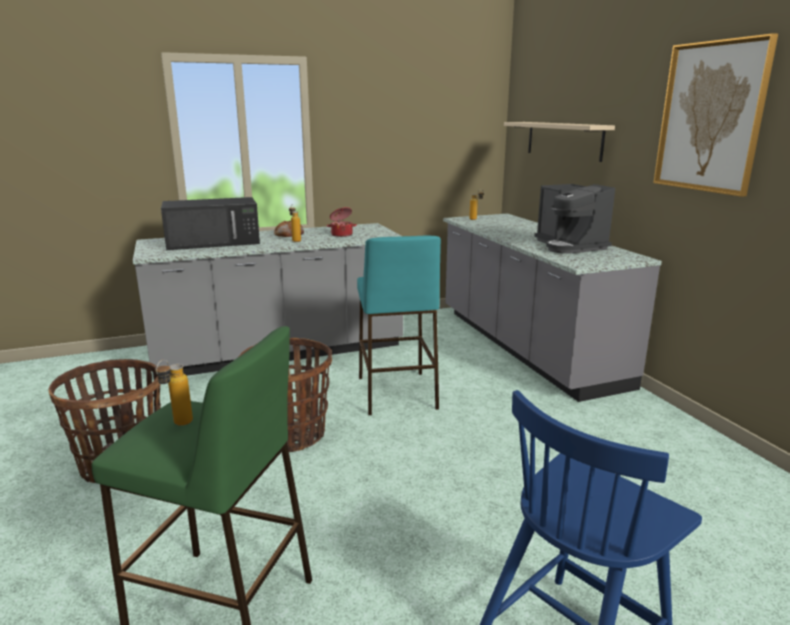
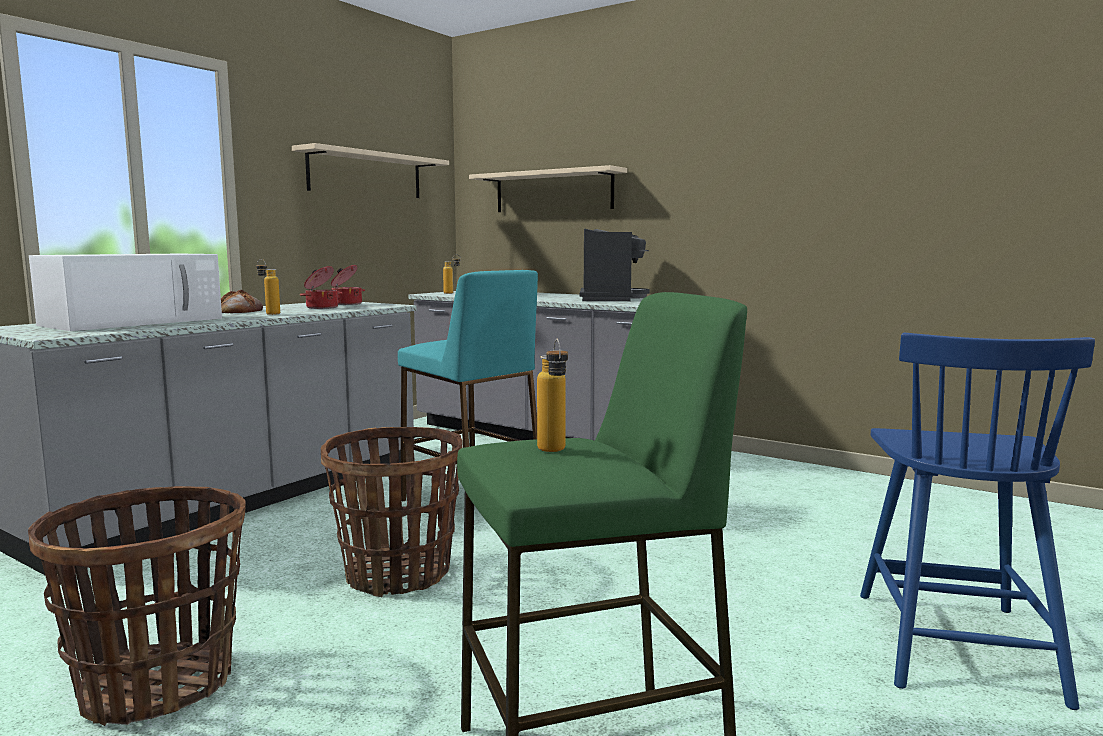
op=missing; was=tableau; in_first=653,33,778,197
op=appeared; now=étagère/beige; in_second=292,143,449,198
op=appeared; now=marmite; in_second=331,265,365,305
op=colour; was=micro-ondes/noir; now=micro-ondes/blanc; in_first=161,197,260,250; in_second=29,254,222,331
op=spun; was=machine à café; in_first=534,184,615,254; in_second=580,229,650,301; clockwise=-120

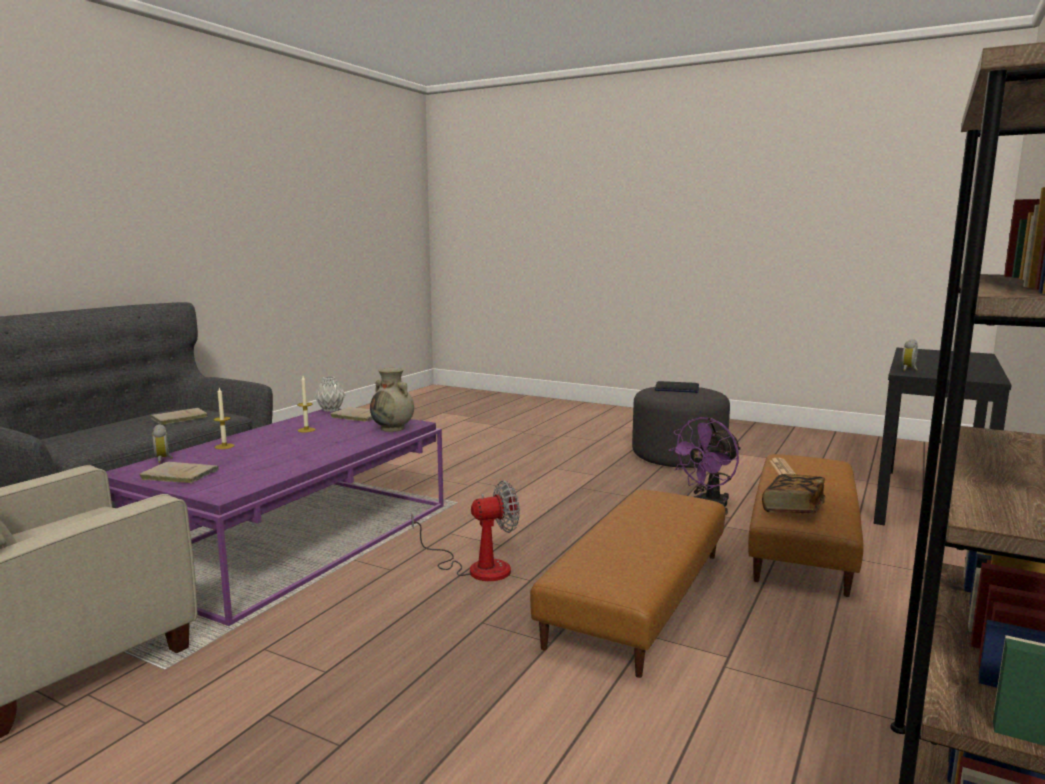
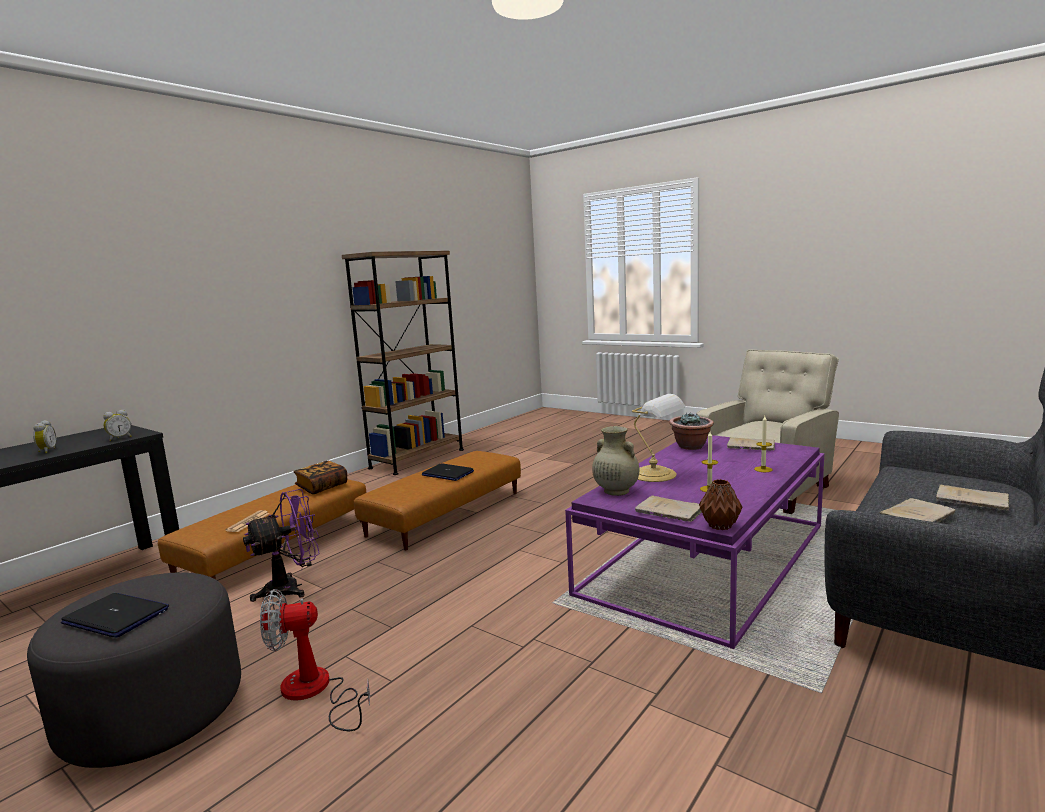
op=appeared; now=ordinateur portable; in_second=422,464,474,481
op=appeared; now=lampe de table; in_second=632,394,686,482
op=appeared; now=plante en pot; in_second=669,412,714,450
op=appeared; now=livre/beige; in_second=936,485,1009,511
op=relocated; was=réveil; in_first=153,424,173,463; in_second=33,420,56,453
op=relocated; was=ventilateur; in_first=411,481,520,581; in_second=260,589,370,731
op=colour; was=vase/gris; now=vase/marron; in_first=315,376,345,412; in_second=699,479,743,530

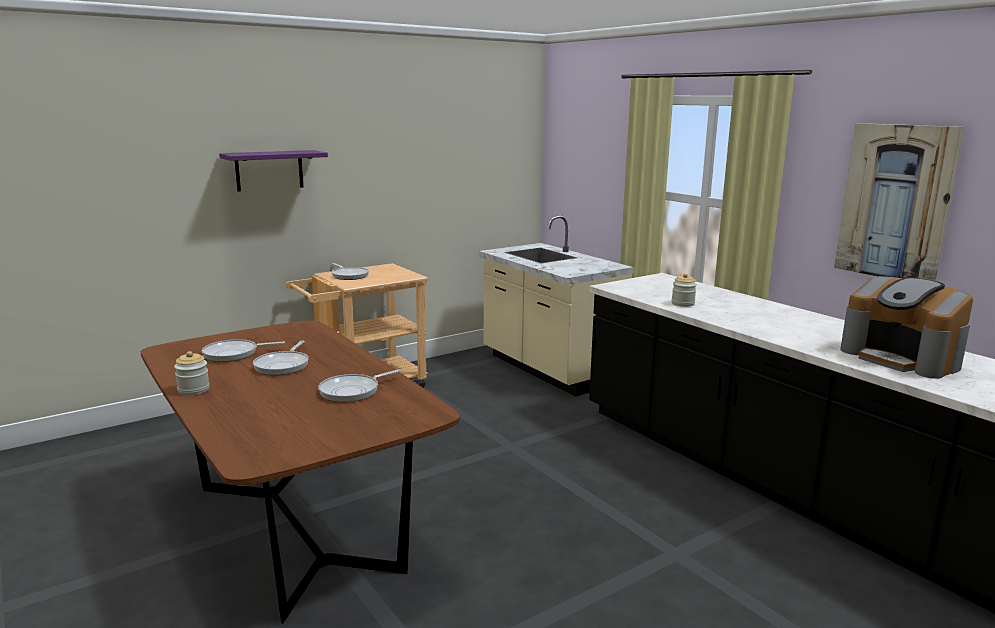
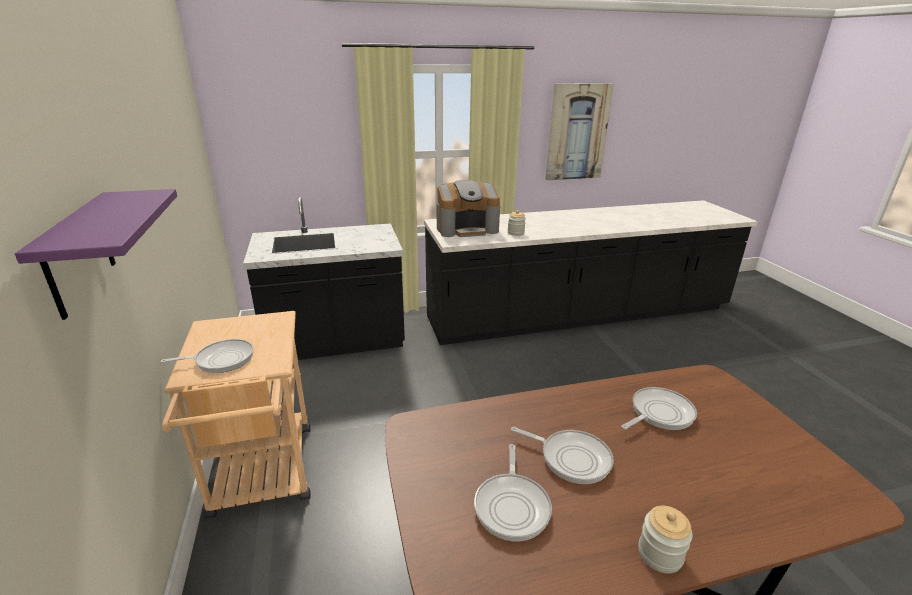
op=relocated; was=machine à café; in_first=840,276,973,379; in_second=437,180,500,237
op=colour; was=comptoir de cuisine/beige; now=comptoir de cuisine/noir; in_first=479,215,634,396; in_second=243,197,405,360
op=spun; was=poêle; in_first=318,369,401,402; in_second=621,387,697,430; clockwise=-105

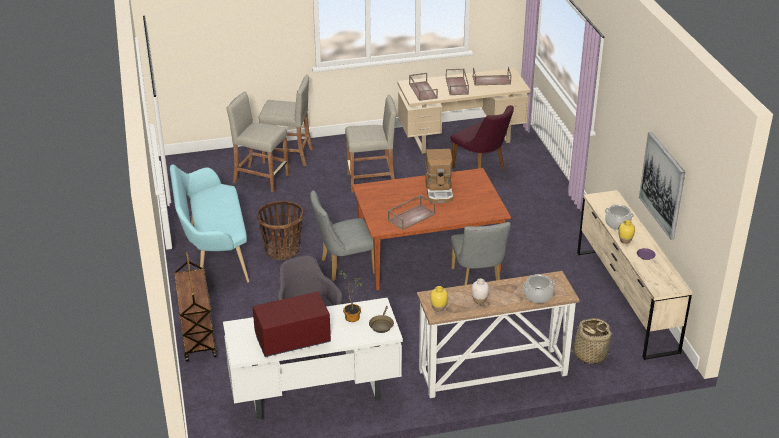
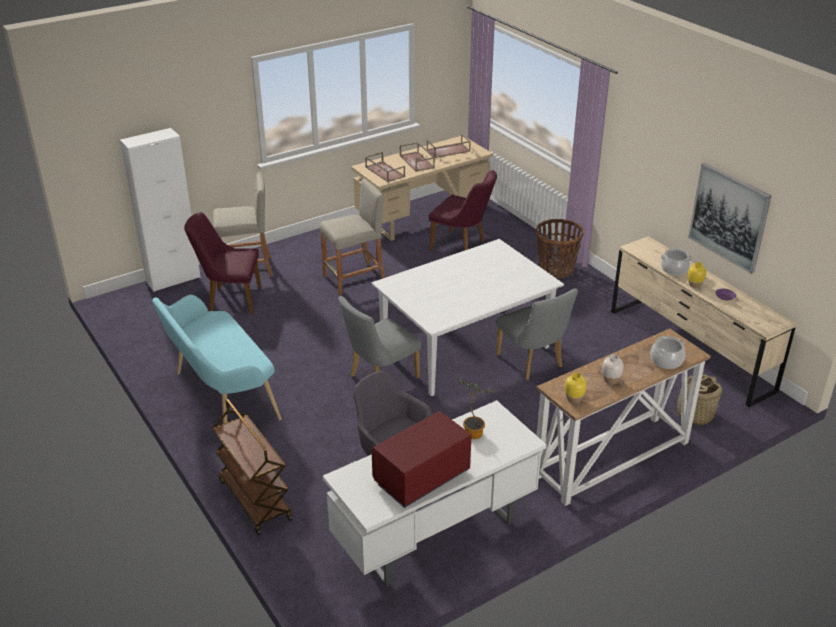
op=missing; was=poêle/marron; in_first=369,306,394,333
op=missing; was=plateau/marron; in_first=388,195,436,230
op=missing; was=machine à café; in_first=425,149,453,203
op=appeared; now=meuble de rangement/blanc; in_second=120,128,201,292
op=relocated; was=panier; in_first=257,201,303,260; in_second=536,219,584,279
op=exchanged; was=tabouret/beige; now=chaise/violet; in_first=226,91,289,192; in_second=184,212,261,314
op=colour; was=table à manger/marron; now=table à manger/blanc; in_first=352,168,511,290; in_second=372,239,564,396

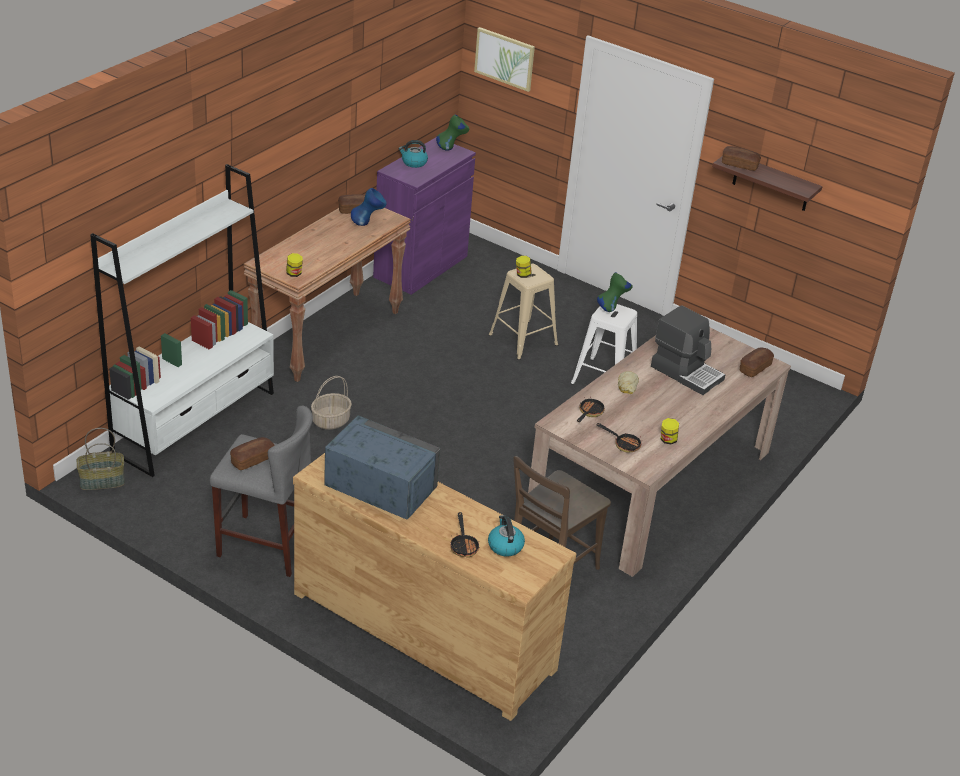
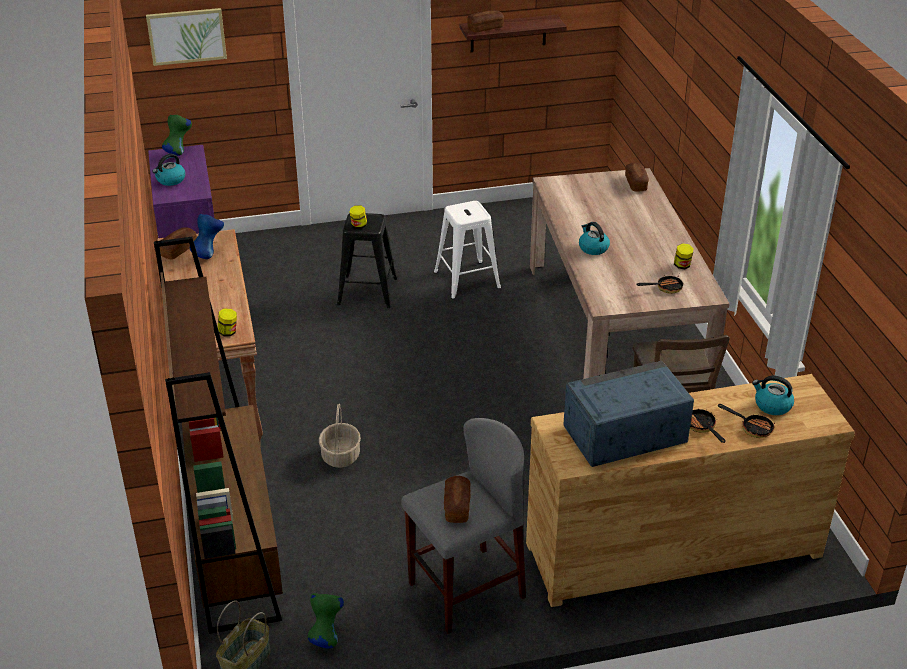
op=missing; was=machine à café; in_first=651,305,726,395
op=relocated; was=poêle; in_first=577,397,605,422; in_second=690,409,726,443
op=relocated; was=vase/vert; in_first=597,272,633,312; in_second=308,593,344,648
op=exchanged; was=pain; now=bouilloire; in_first=618,371,639,394; in_second=579,222,610,255
op=colour; was=bibliothèque/blanc; now=bibliothèque/marron; in_first=90,164,274,477; in_second=154,237,283,634
op=colour; was=tabouret/beige; now=tabouret/noir; in_first=489,264,558,360; in_second=337,213,397,308

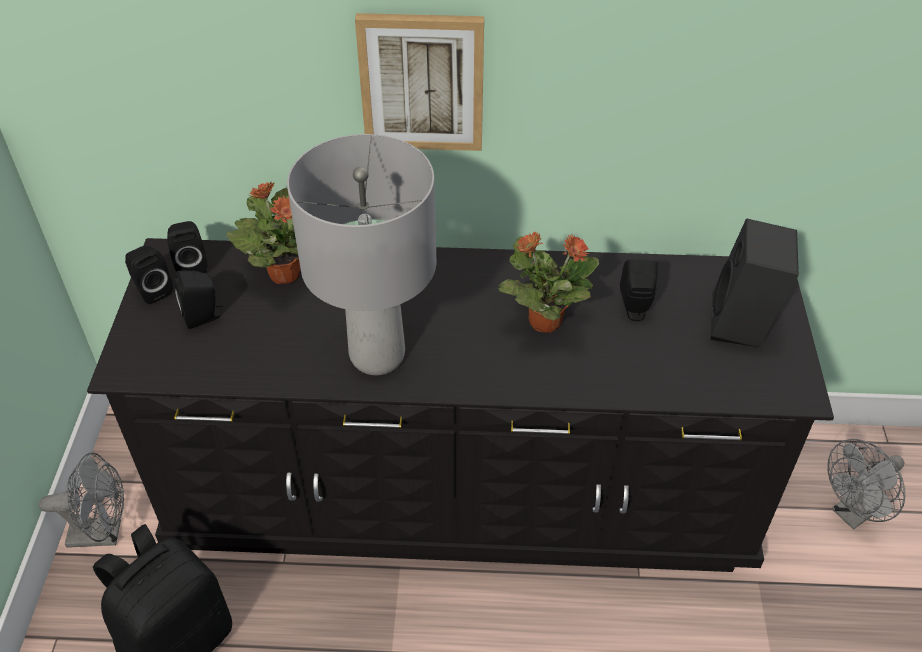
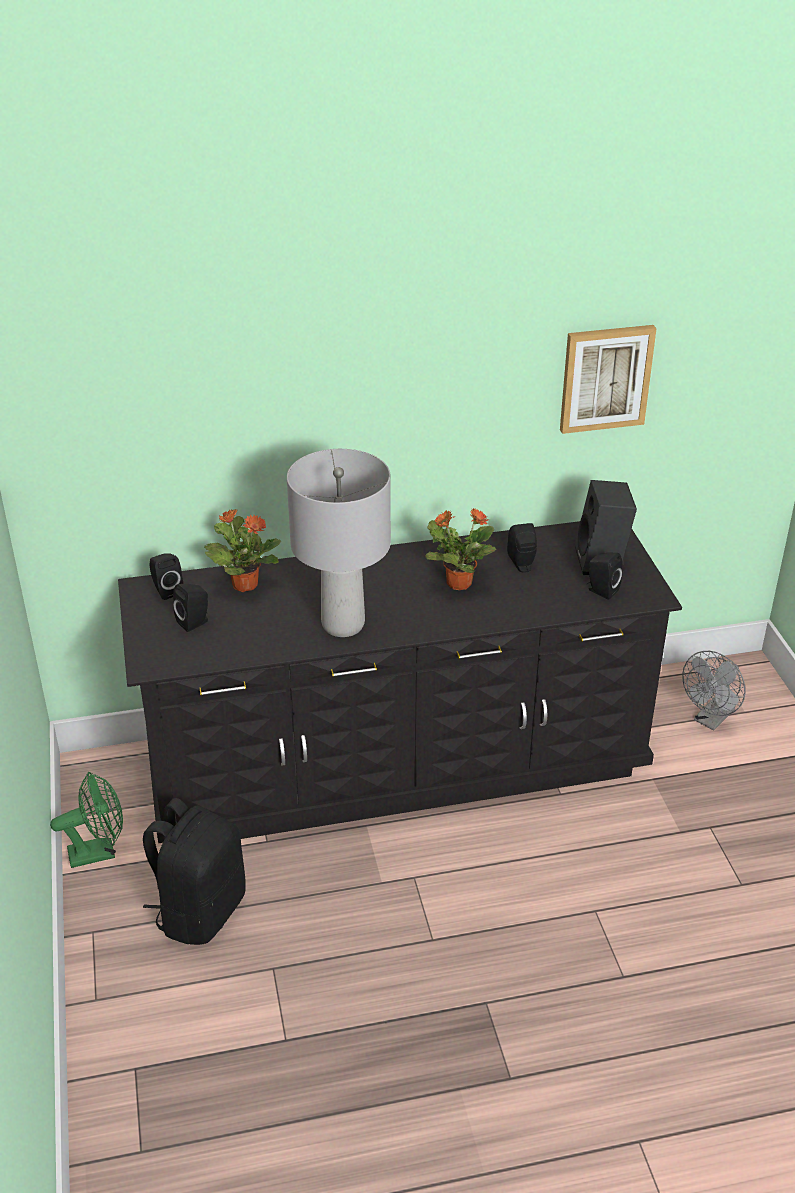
op=relocated; was=enceinte/noir; in_first=125,246,173,304; in_second=586,553,622,600
op=relocated; was=tableau; in_first=355,13,484,151; in_second=560,325,657,434
op=colour; was=ventilateur/gris; now=ventilateur/vert; in_first=39,452,124,548; in_second=50,772,123,868

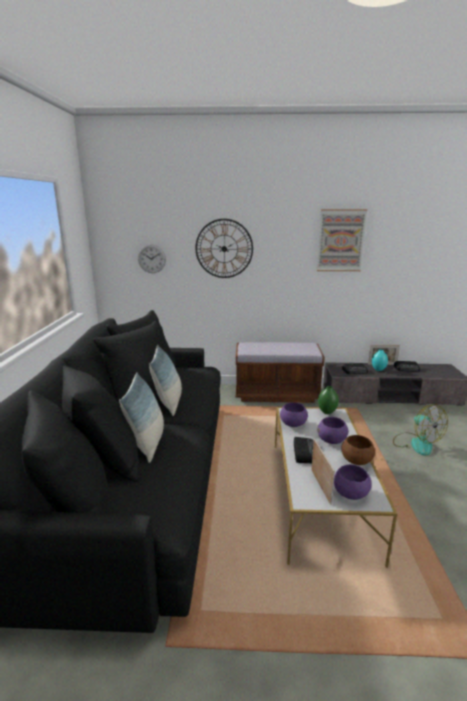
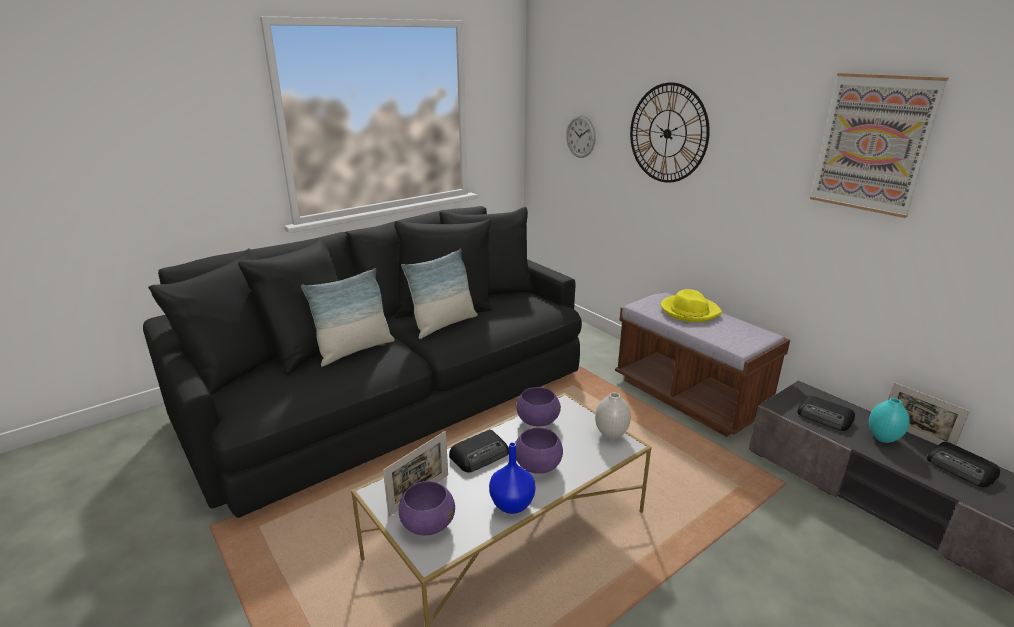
op=missing; was=ventilateur; in_first=393,404,448,456
op=appeared; now=chapeau/jaune; in_second=661,289,722,322
op=exchanged; was=bol/marron; now=vase/bleu; in_first=342,435,375,465; in_second=489,442,536,514
op=colour; was=vase/vert; now=vase/blanc; in_first=318,386,339,414; in_second=595,392,631,439

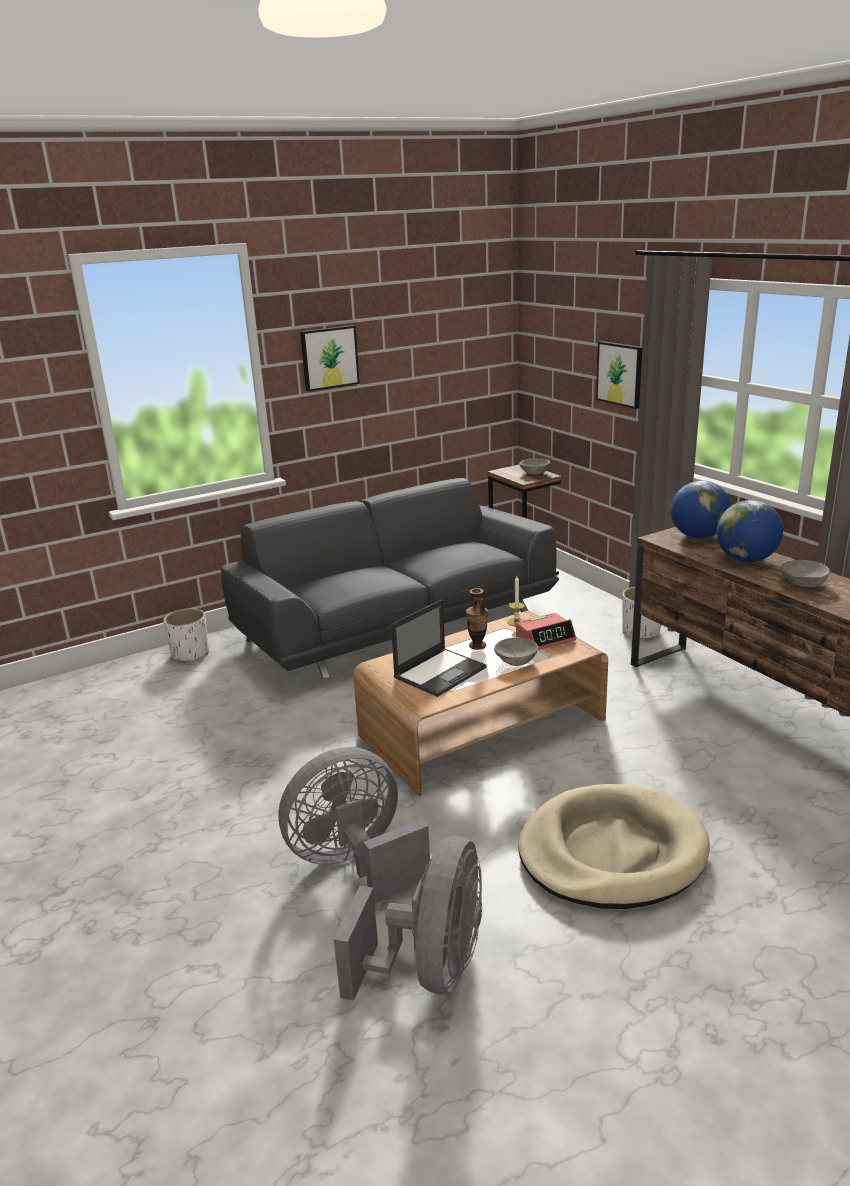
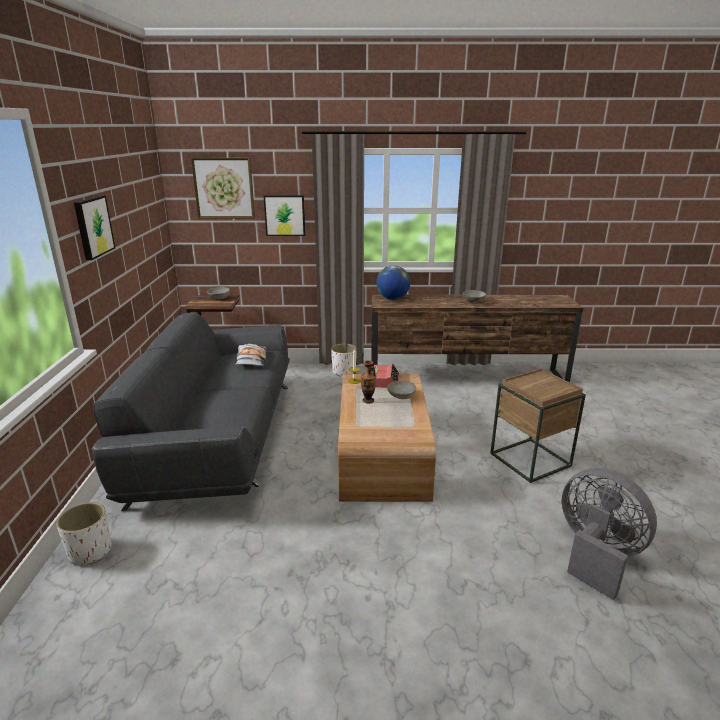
op=missing; was=ventilateur/gris; in_first=278,747,430,904
op=missing; was=ordinateur portable; in_first=391,599,486,697
op=missing; was=globe; in_first=717,500,783,562
op=appeared; now=tableau; in_second=191,158,255,218
op=appeared; now=coussin; in_second=235,344,267,366
op=exchanged; was=panier pour chien/beige; now=table d'appoint/marron; in_first=519,784,710,909; in_second=490,369,586,483

